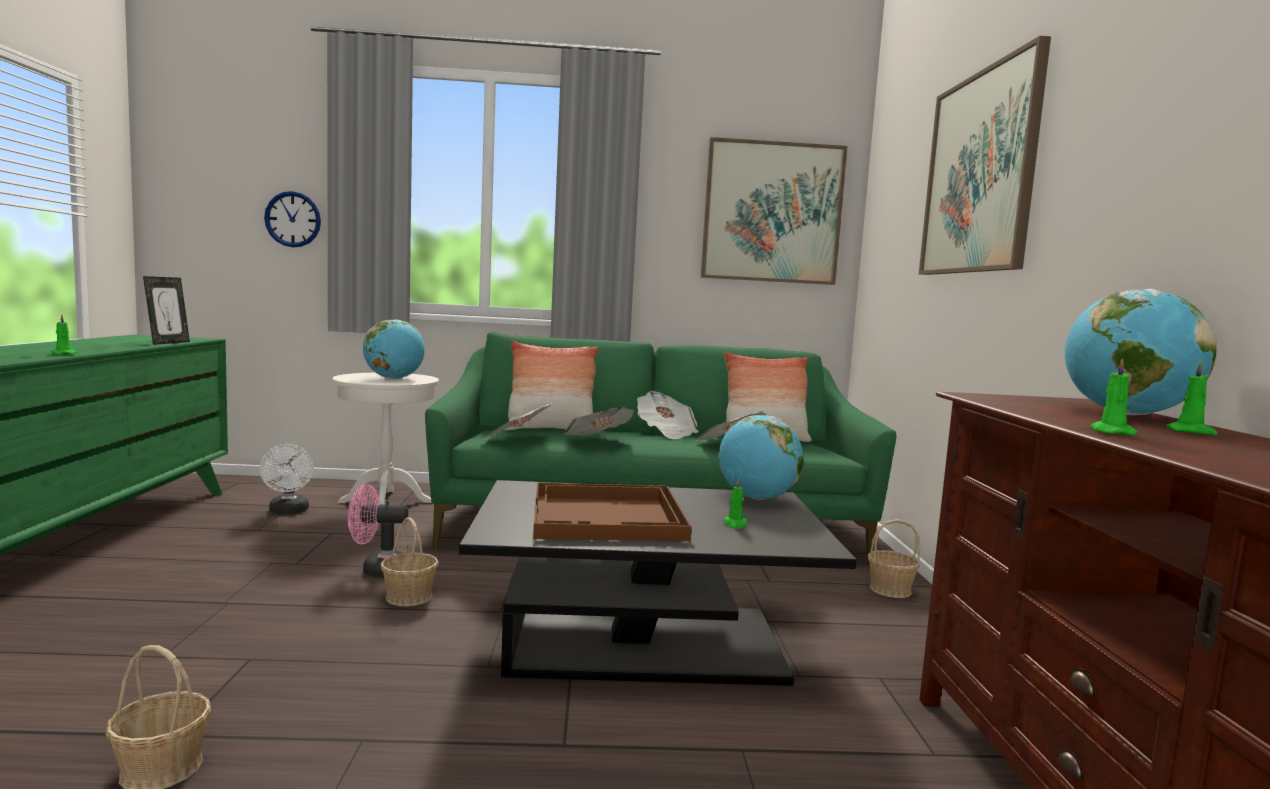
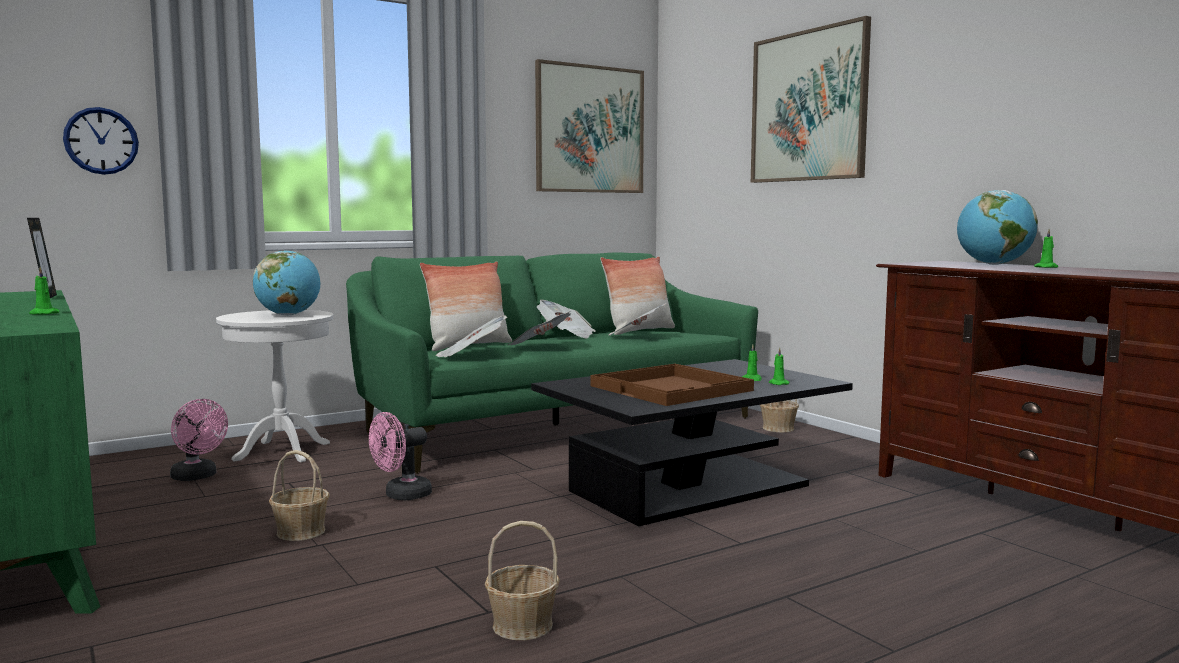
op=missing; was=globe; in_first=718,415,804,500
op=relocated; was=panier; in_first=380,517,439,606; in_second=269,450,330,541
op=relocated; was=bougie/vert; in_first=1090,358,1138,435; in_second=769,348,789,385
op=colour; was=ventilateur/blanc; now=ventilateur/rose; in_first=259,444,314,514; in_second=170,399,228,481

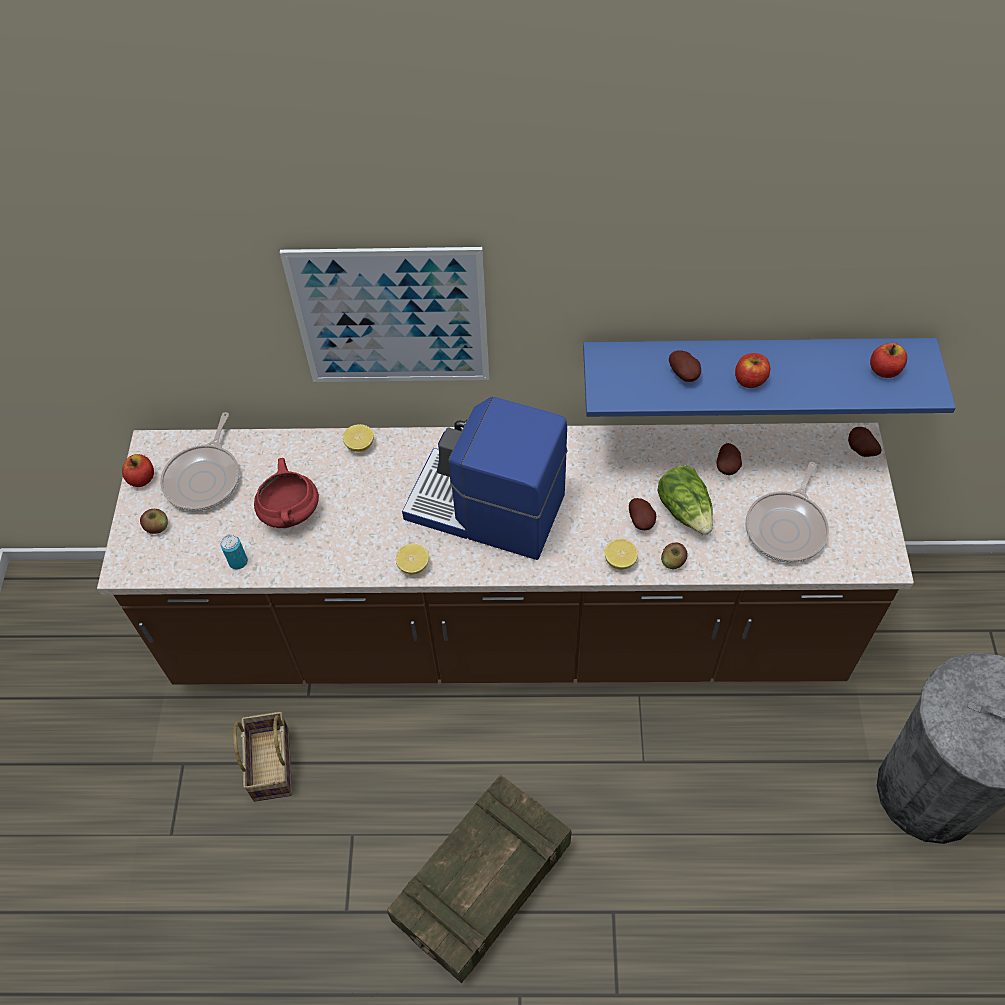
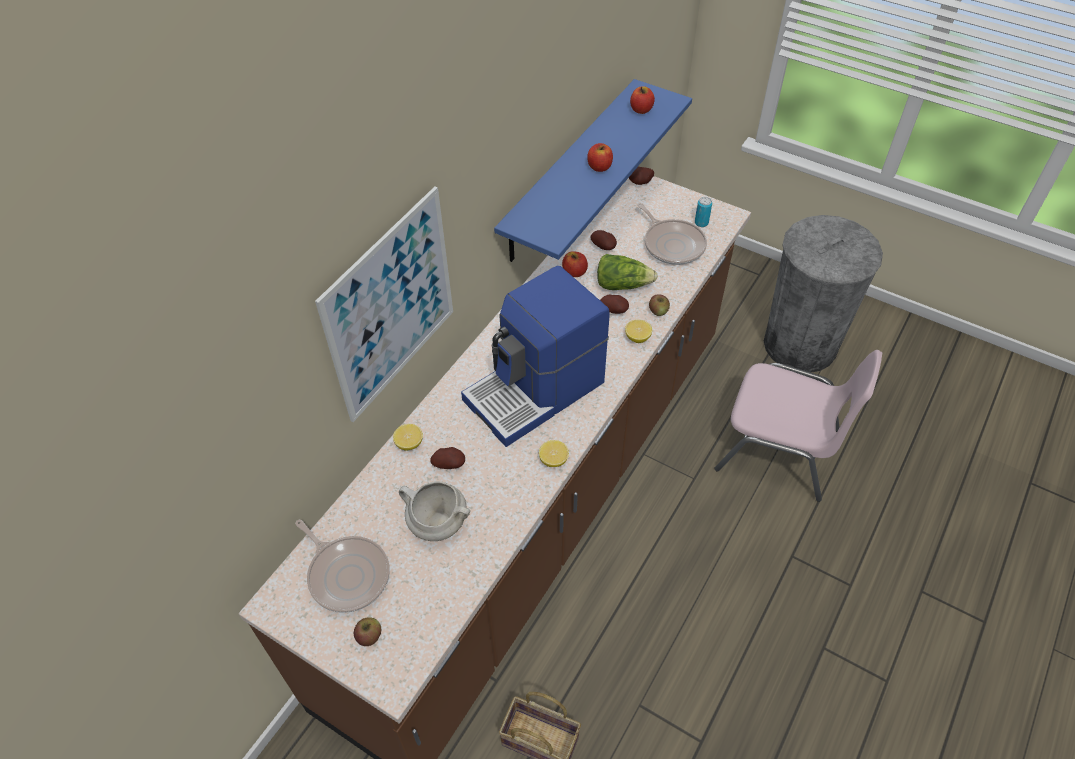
op=missing; was=caisse; in_first=387,774,572,983
op=appeared; now=chaise/rose; in_second=714,350,882,502
op=relocated; was=pomme; in_first=122,454,154,487; in_second=562,251,588,277
op=relocated; was=boîte métallique; in_first=221,535,248,569; in_second=695,197,712,227
op=relocated; was=pomme de terre; in_first=669,350,701,382; in_second=430,447,465,469
op=colour; was=marmite/rouge; now=marmite/blanc; in_first=254,458,319,528; in_second=399,481,470,541

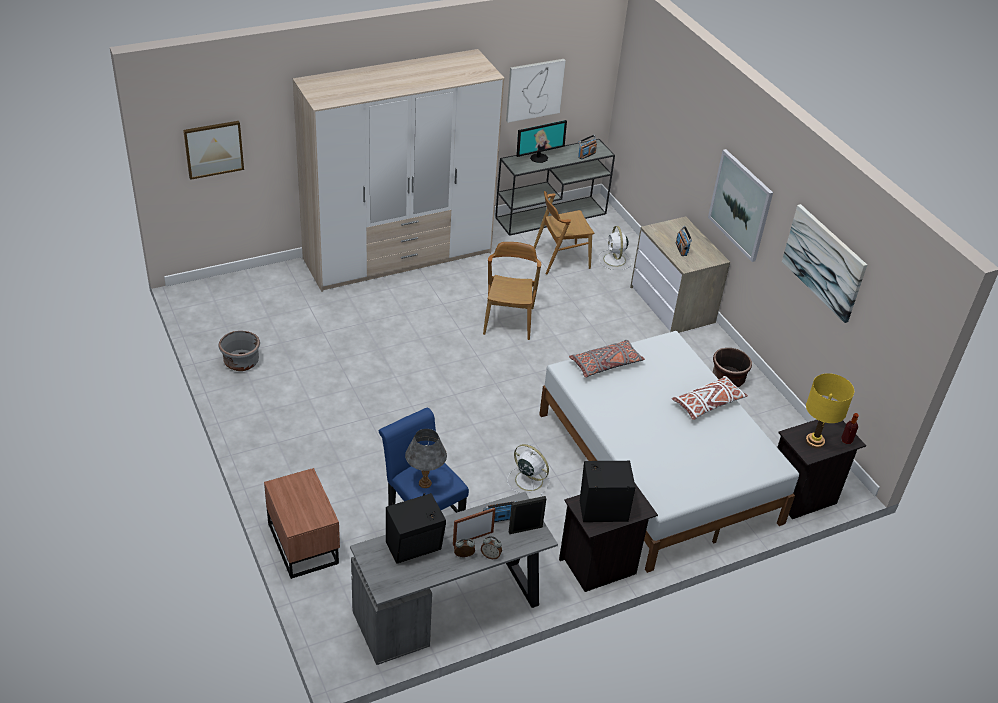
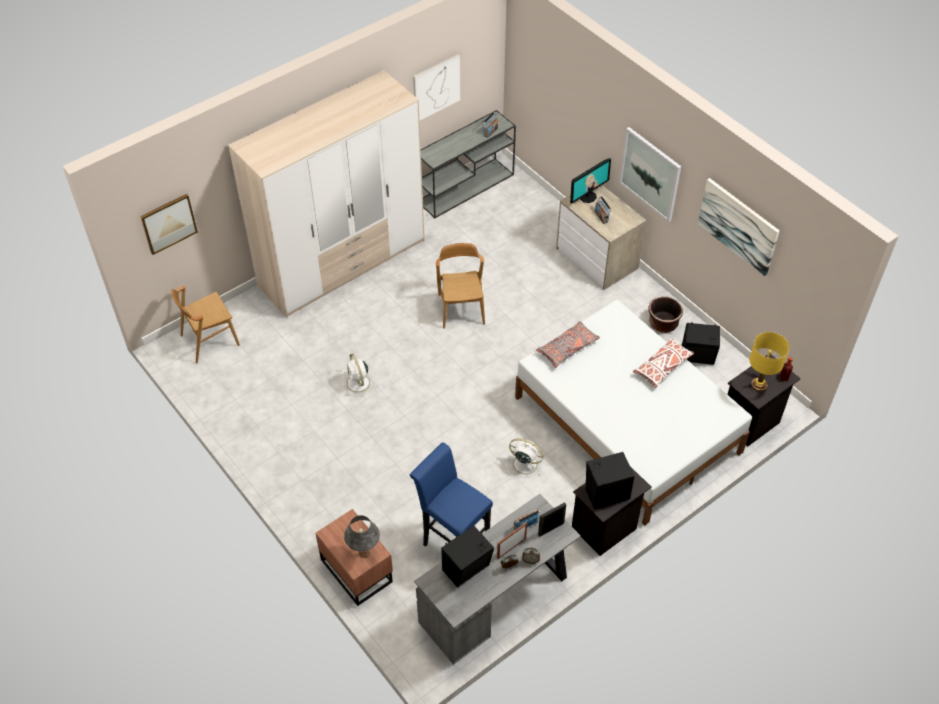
op=missing; was=cache-pot/gris; in_first=219,331,260,371
op=appeared; now=enceinte/noir; in_second=682,322,720,365
op=relocated; was=lampe de table/gris; in_first=405,429,447,488; in_second=344,515,380,558
op=relocated; was=écran d'ordinateur; in_first=516,120,567,163; in_second=570,158,611,204
op=relocated; was=chaise/marron; in_first=534,191,594,275; in_second=171,286,240,363
op=relocated; was=ventilateur/blanc; in_first=599,226,632,270; in_second=342,353,376,397

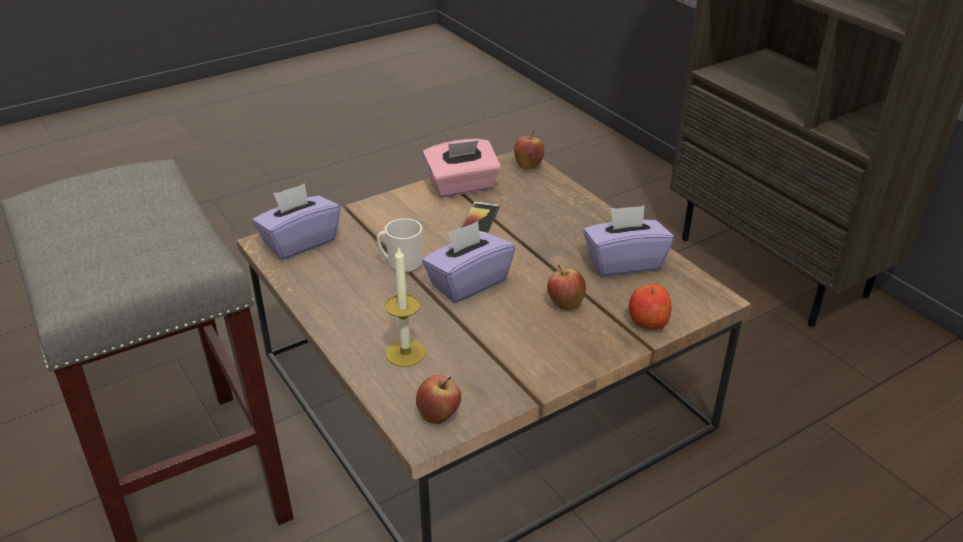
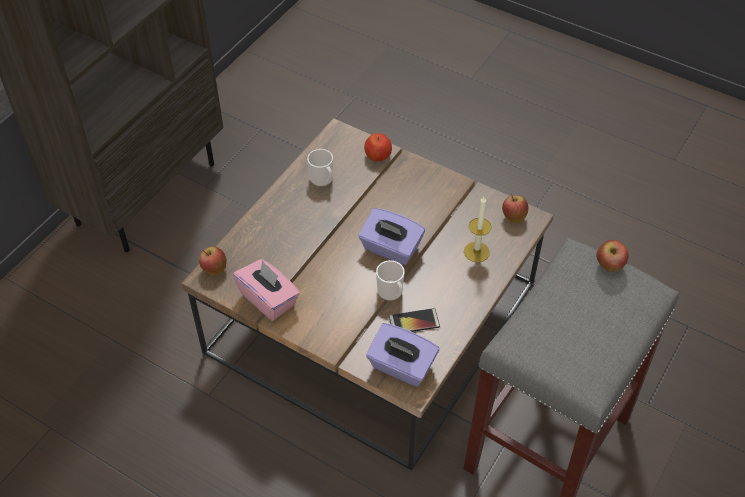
op=relocated; was=téléphone; in_first=461,201,500,234; in_second=389,308,440,332
op=relocated; was=pomme; in_first=547,265,586,310; in_second=596,240,629,272
op=exchanged; was=boîte à mouchoirs/violet; now=mug; in_first=583,205,674,276; in_second=307,149,333,187

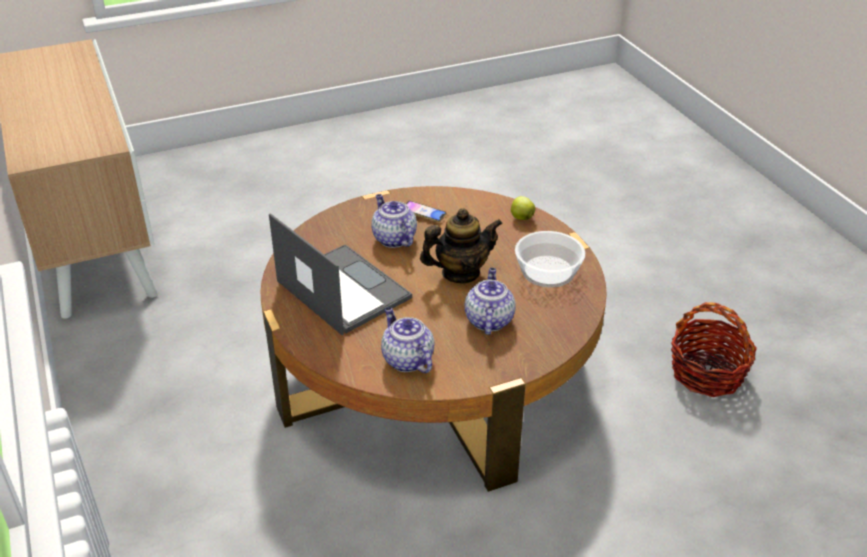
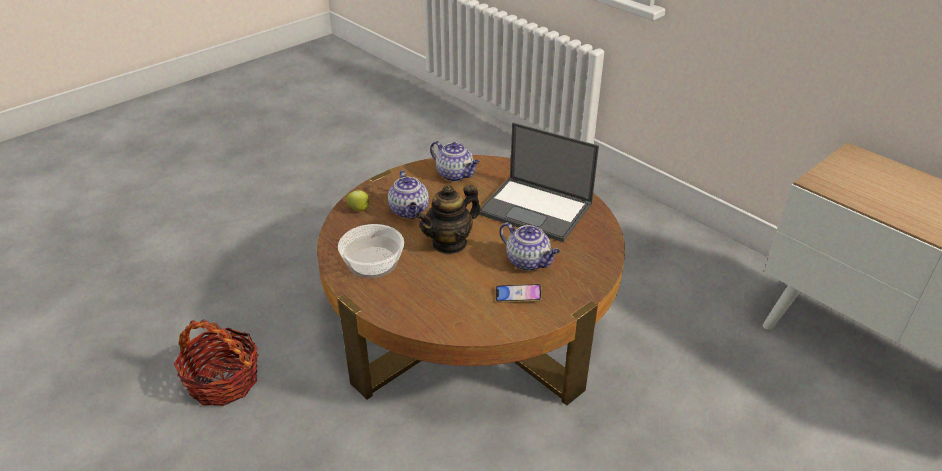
op=relocated; was=pomme; in_first=511,196,535,220; in_second=346,190,369,211

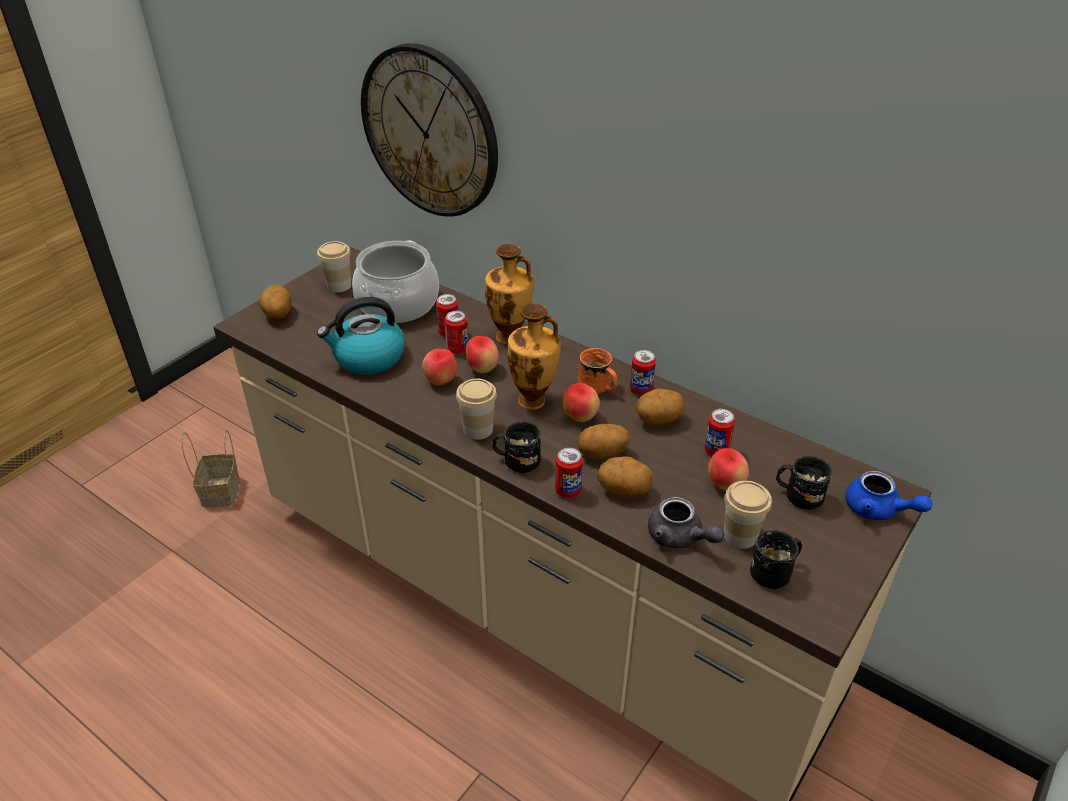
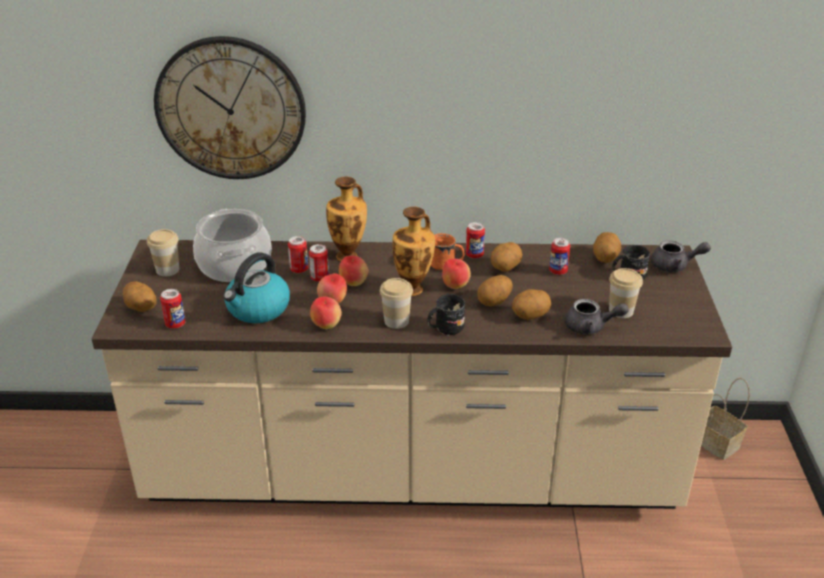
op=missing; was=mug/noir; in_first=750,530,802,589
op=appeared; now=pomme de terre; in_second=593,232,621,263
op=relocated; was=panier; in_first=181,430,240,507; in_second=701,378,750,460
op=relocated; was=boîte métallique; in_first=555,448,583,498; in_second=160,289,185,329
op=relocated; was=pomme; in_first=708,448,749,491; in_second=310,297,342,329
op=colour; was=théière/bleu; now=théière/gris; in_first=845,471,932,520; in_second=651,241,711,272

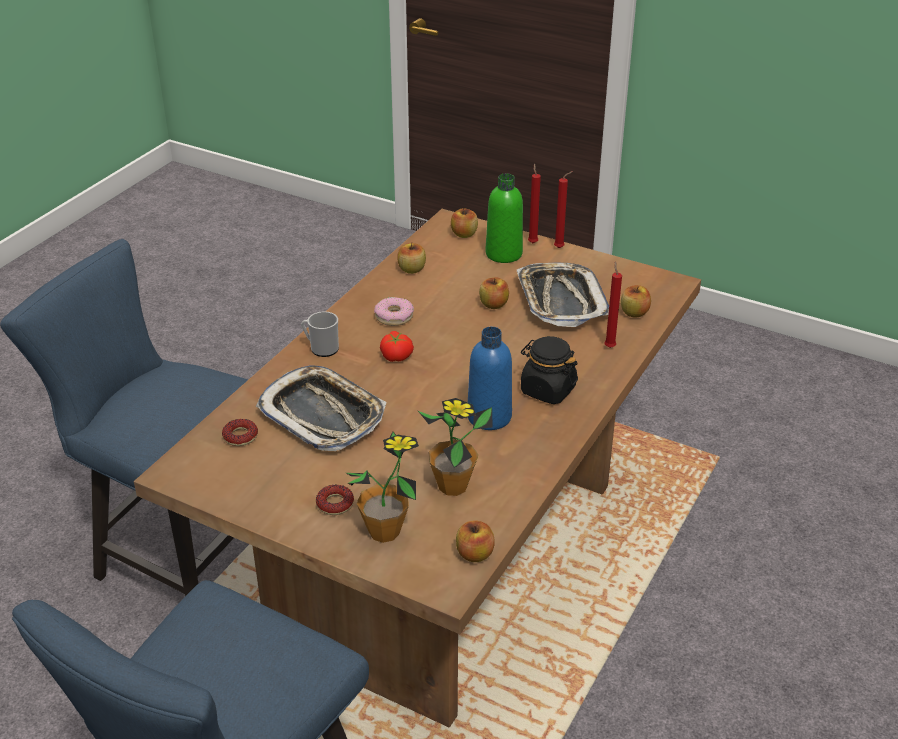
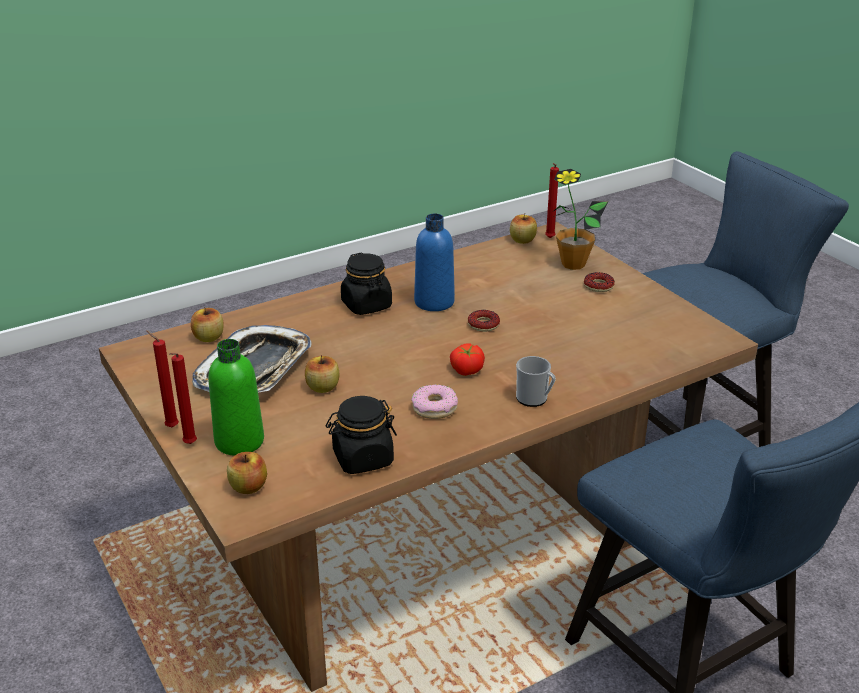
op=missing; was=plateau; in_first=256,365,387,451
op=missing; was=plante en pot; in_first=418,398,493,496
op=relocated; was=beignet; in_first=222,419,258,446; in_second=468,310,500,332
op=relocated; was=bougie/rouge; in_first=604,261,622,348; in_second=545,163,559,238
op=exchanged; was=pomme; now=bocal/noir; in_first=397,242,426,274; in_second=326,396,397,474

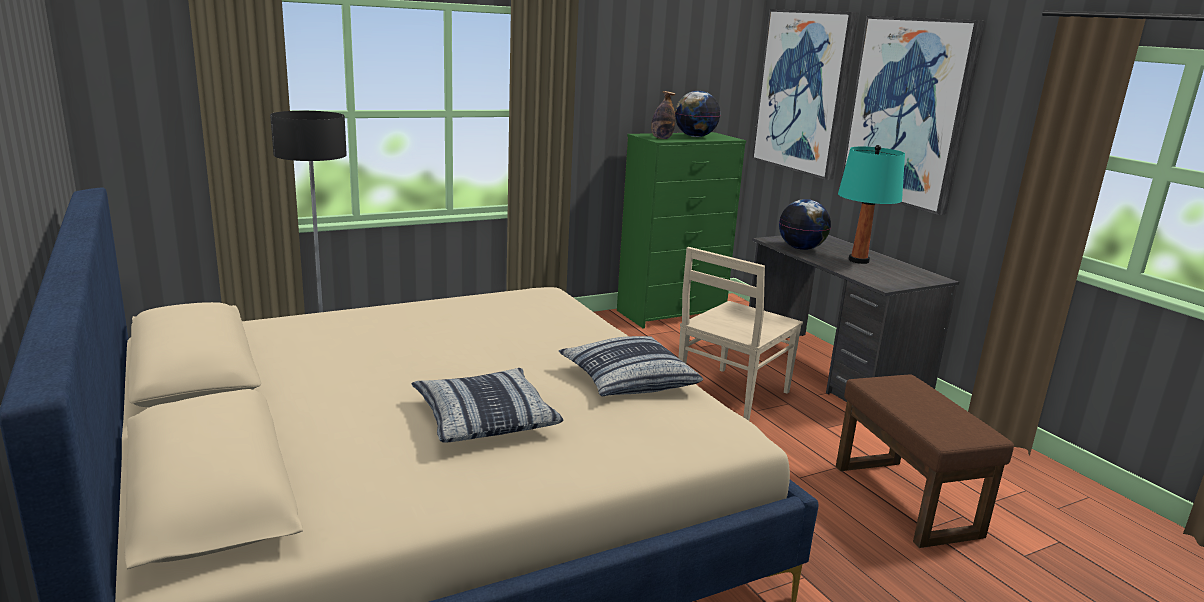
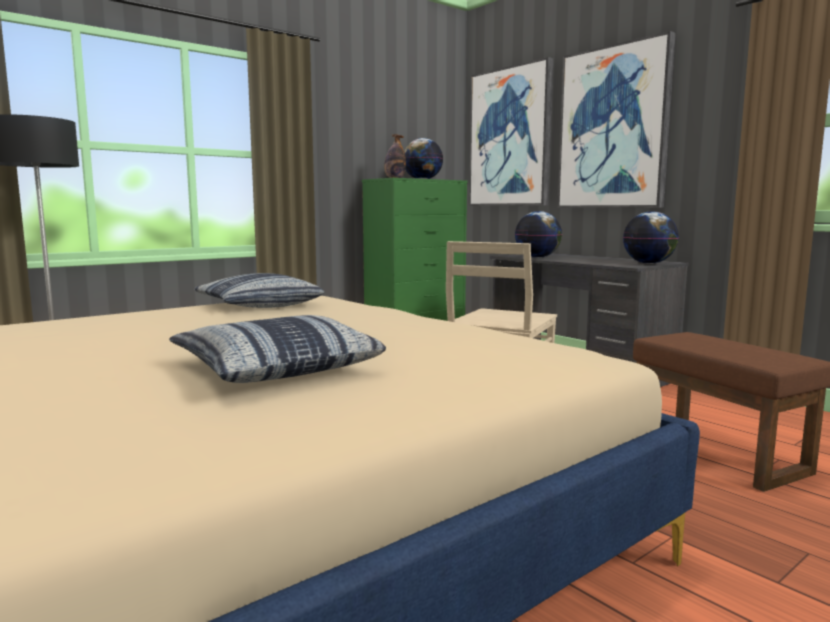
op=missing; was=lampe de table/turquoise; in_first=838,145,905,264
op=appeared; now=globe; in_second=623,211,679,264
op=relocated; was=coussin; in_first=559,336,703,396; in_second=194,273,324,308

